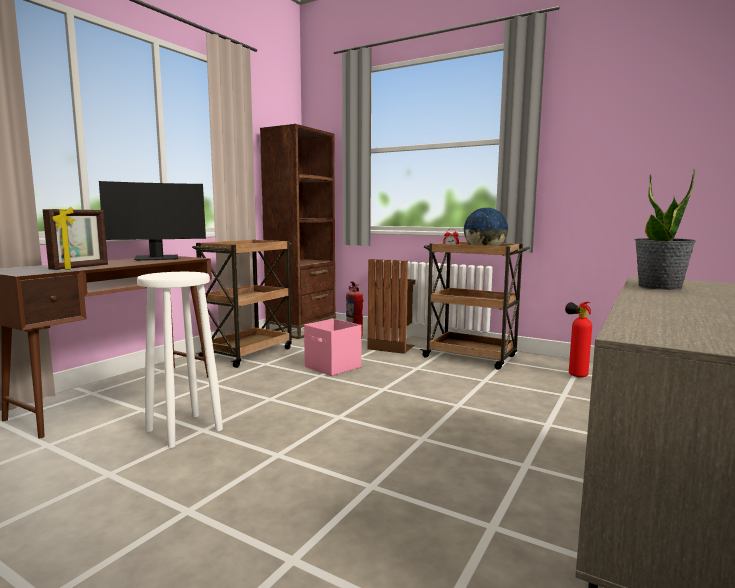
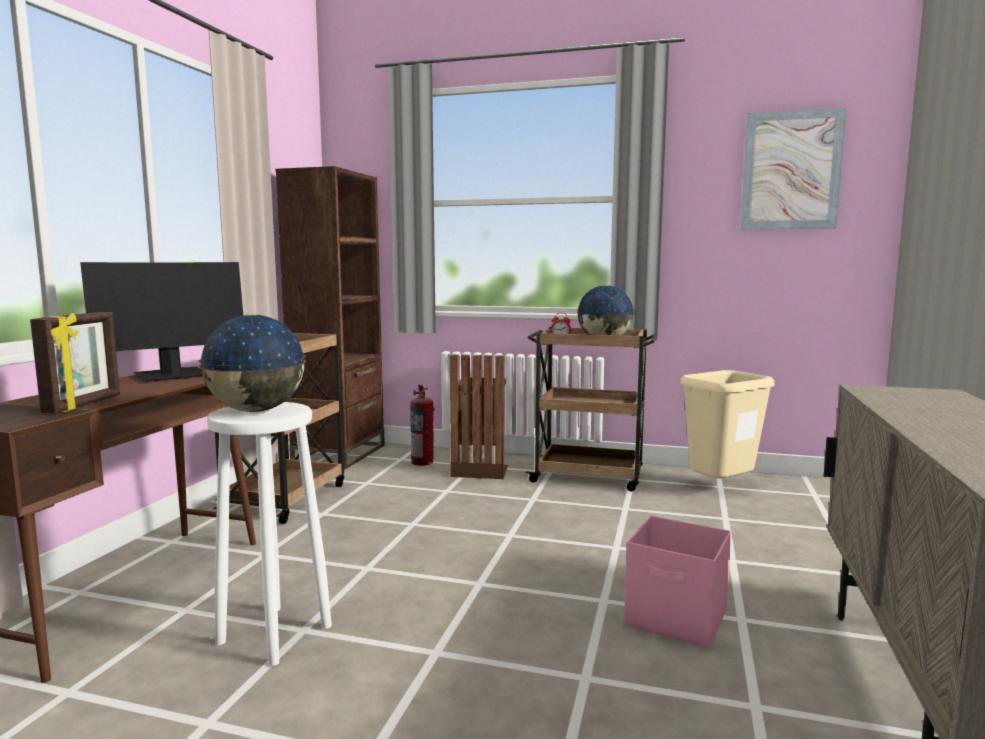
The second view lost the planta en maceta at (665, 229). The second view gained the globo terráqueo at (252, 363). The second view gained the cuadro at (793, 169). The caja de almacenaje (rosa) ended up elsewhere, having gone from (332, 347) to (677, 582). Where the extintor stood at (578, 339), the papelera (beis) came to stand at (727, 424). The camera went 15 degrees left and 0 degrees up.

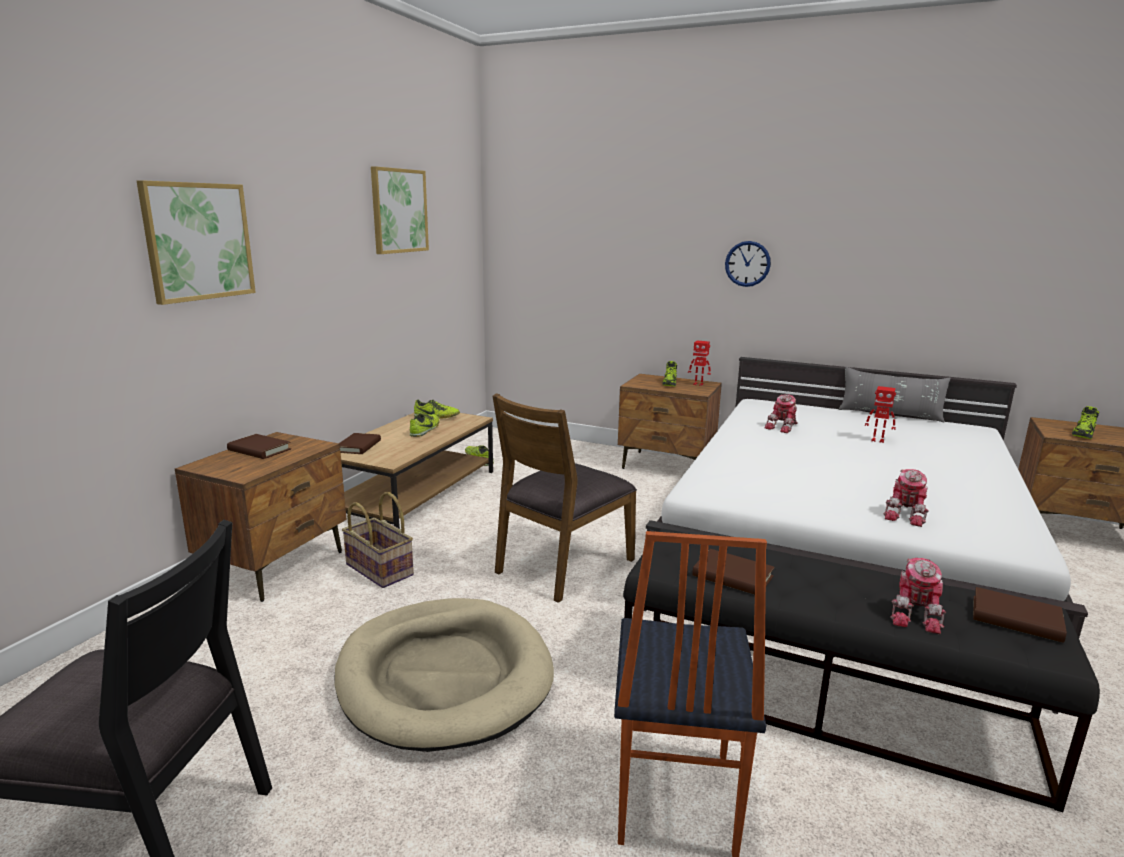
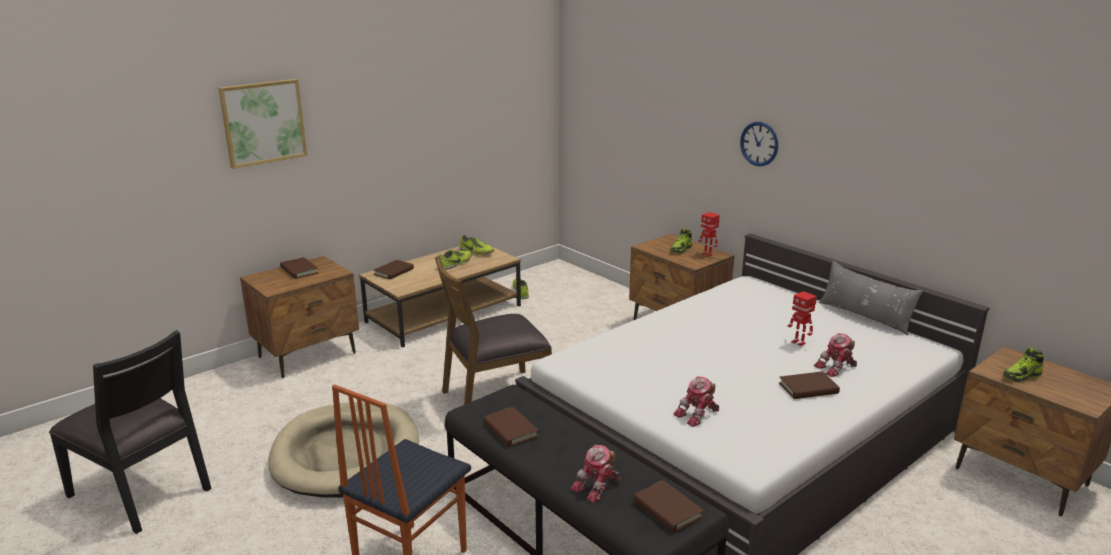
The second view lost the cesta at (378, 540). The second view lost the cuadro at (400, 210). The second view gained the libro (marrón) at (809, 385). The robot de juguete ended up elsewhere, having gone from (781, 413) to (835, 355). The camera went 25 degrees right and 5 degrees up.

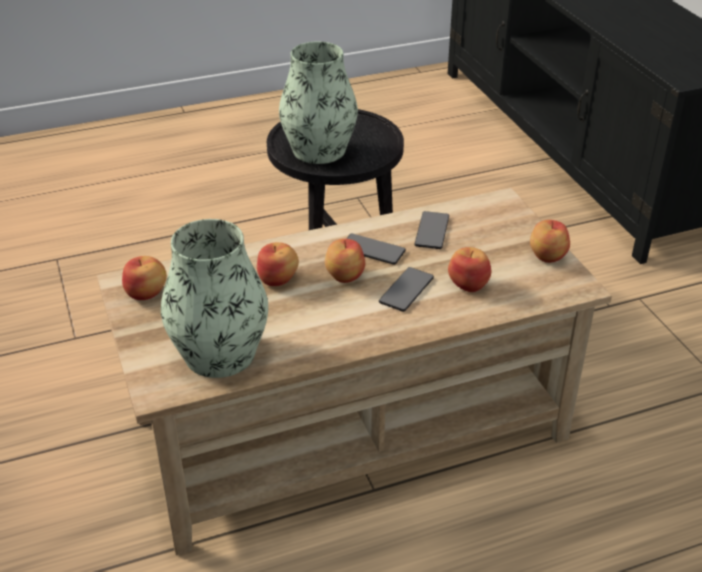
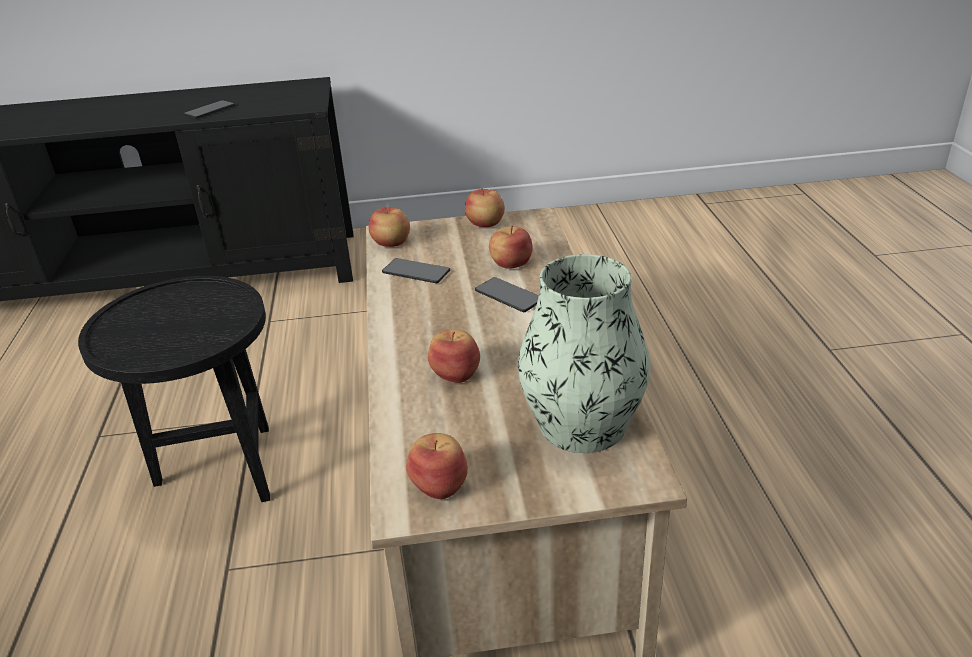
The second view lost the florero at (318, 103). The manzana ended up elsewhere, having gone from (345, 261) to (389, 227). The móvil ended up elsewhere, having gone from (376, 249) to (209, 109). The camera went 75 degrees left and 5 degrees down.

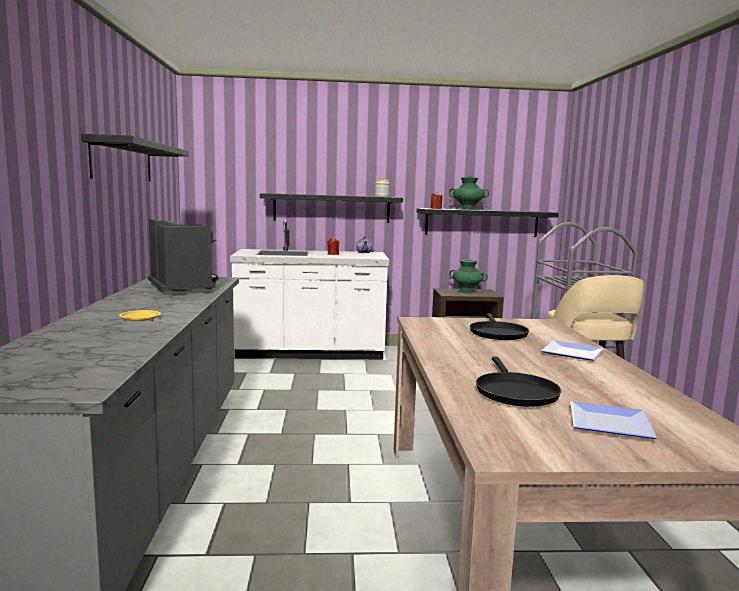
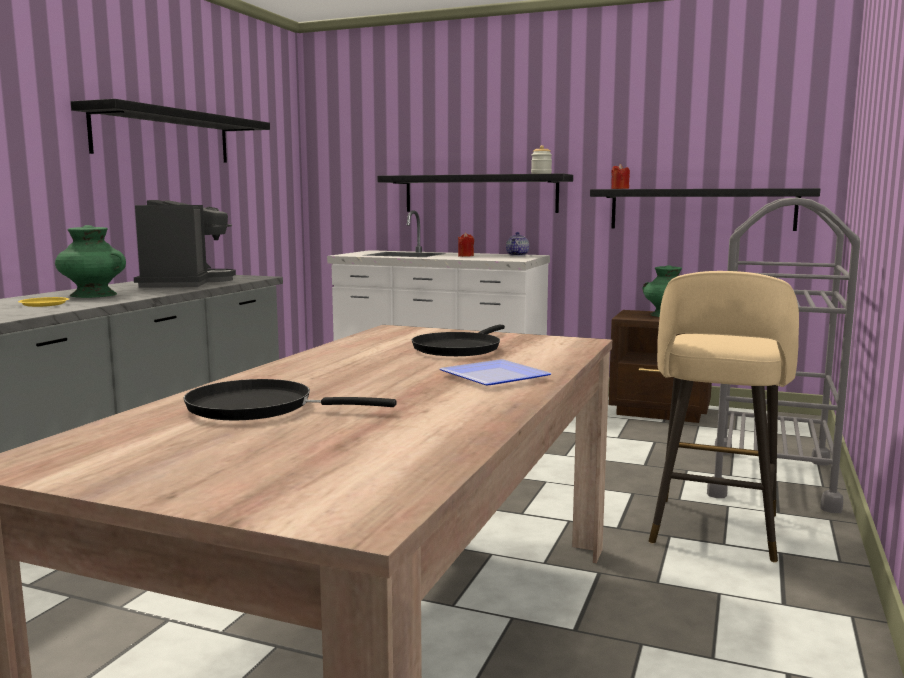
The second view lost the plato at (614, 420). The florero (verde) ended up elsewhere, having gone from (469, 193) to (90, 261). The sartén (negro) at (518, 382) ended up facing another way, 75 degrees clockwise from before. The camera went 25 degrees right and 0 degrees up.

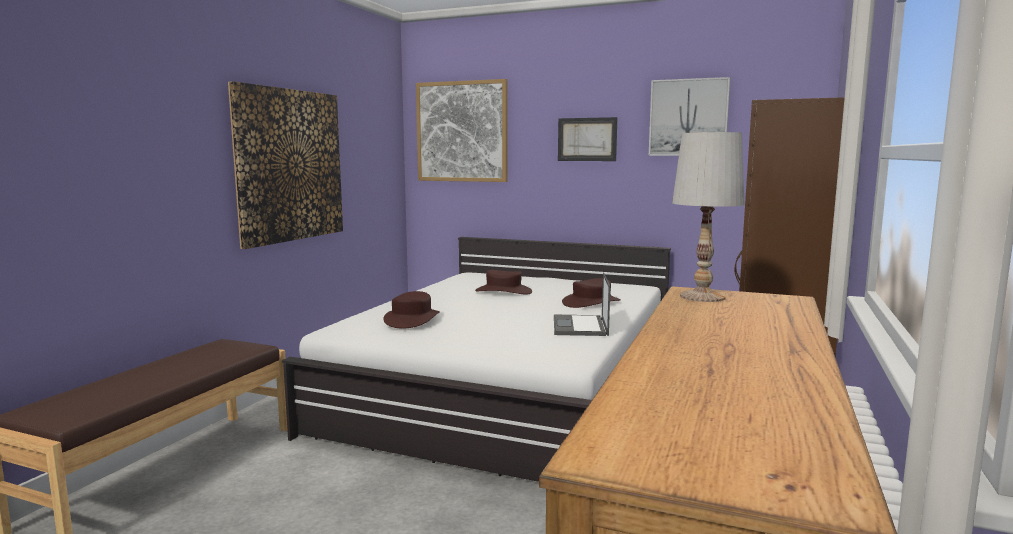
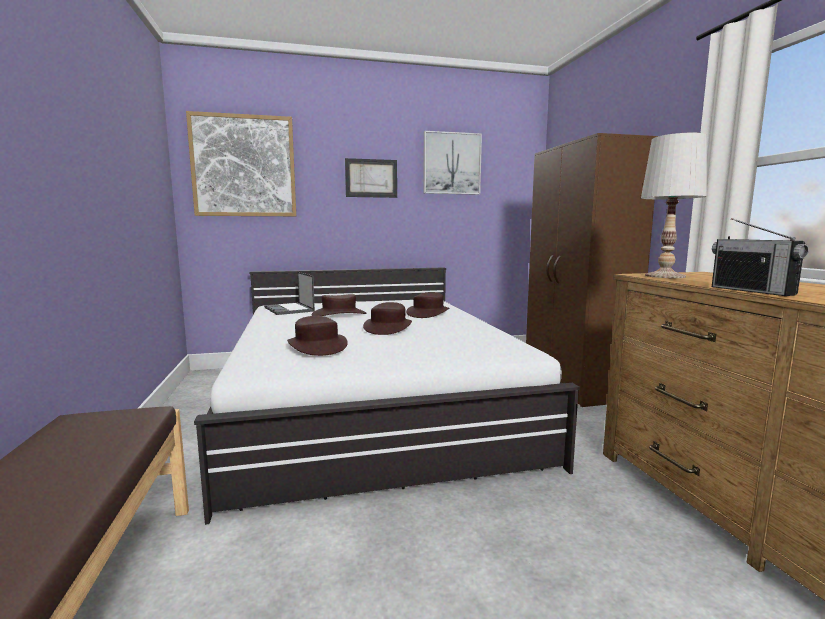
The second view lost the cuadro at (285, 165). The second view gained the sombrero (marrón) at (387, 318). The second view gained the radio at (760, 257). The portátil ended up elsewhere, having gone from (582, 304) to (289, 293). The camera went 35 degrees left and 0 degrees up.

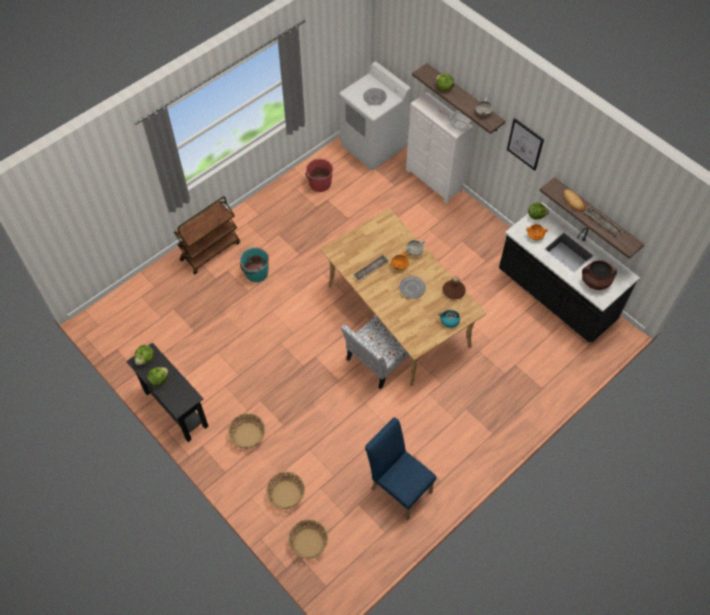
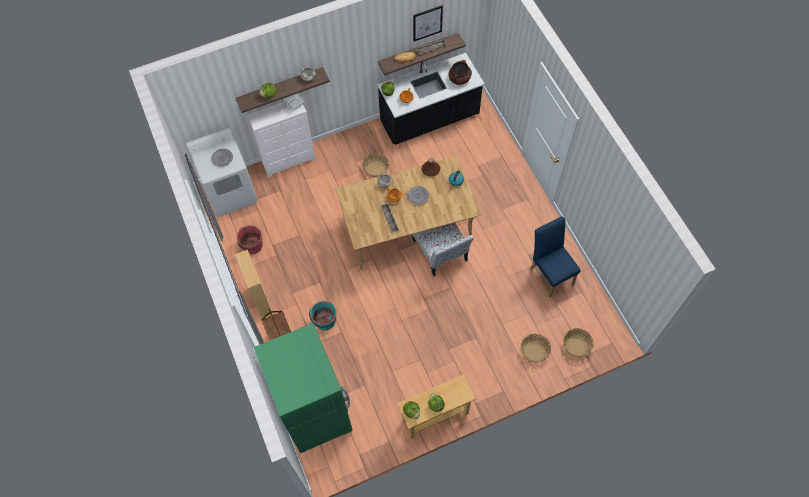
The second view gained the estantería (beis) at (254, 283). The second view gained the nevera (verde) at (303, 388). The cesta ended up elsewhere, having gone from (246, 431) to (375, 165). The cuadro ended up elsewhere, having gone from (525, 144) to (428, 23). What was the mesa consola (negro) at (167, 392) turned into the mesa consola (beis) at (436, 406). The silla (azul) at (400, 468) ended up facing another way, 90 degrees clockwise from before. The camera went 70 degrees left and 5 degrees up.

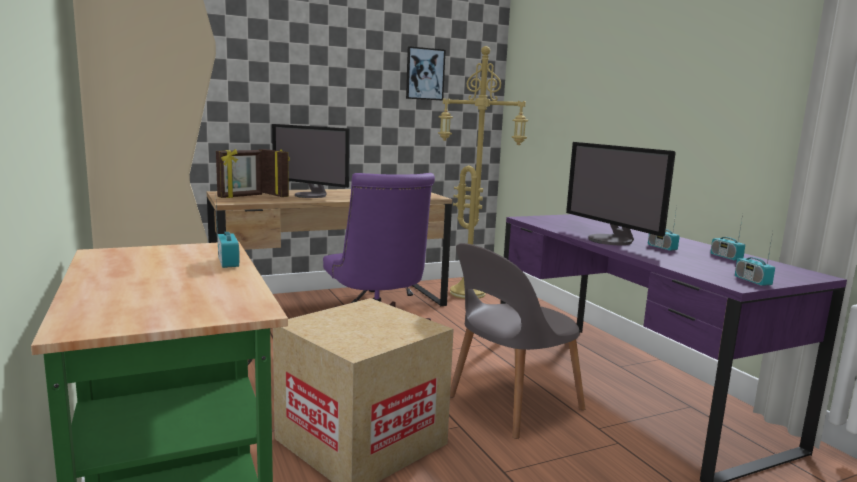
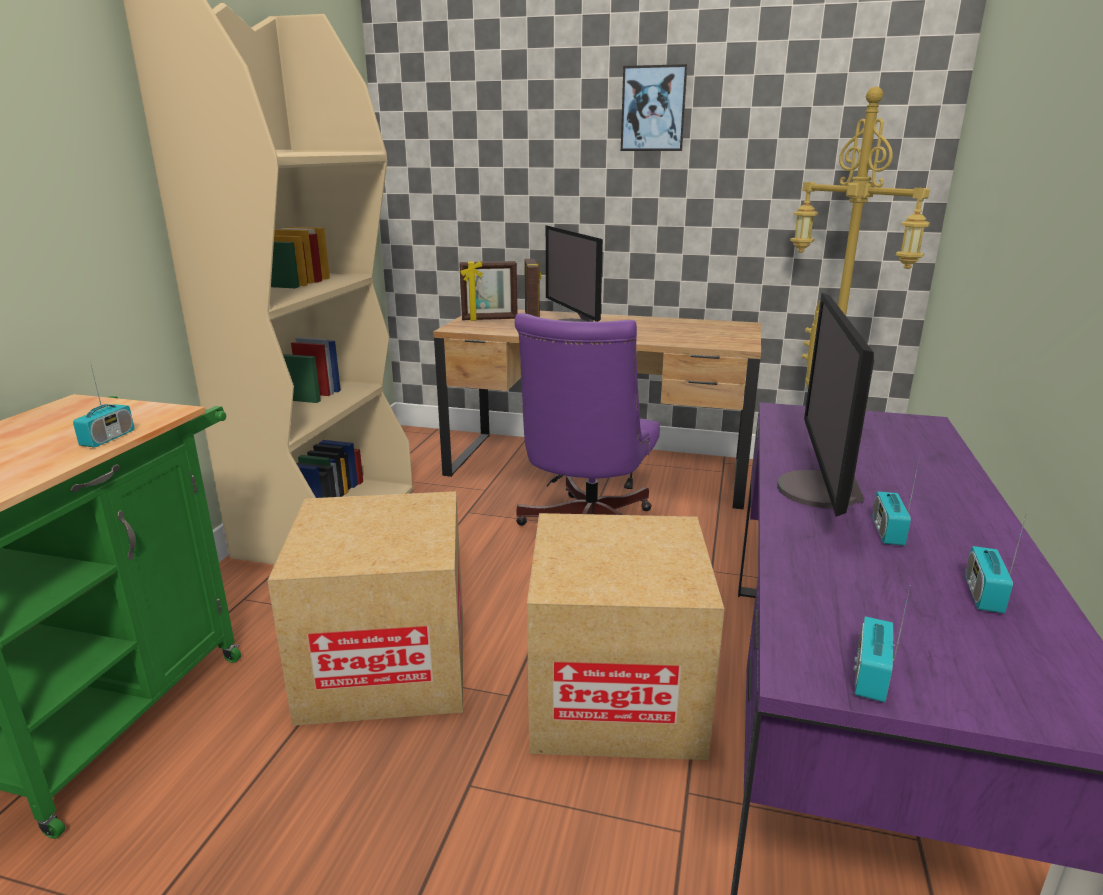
The cuadro ended up elsewhere, having gone from (426, 73) to (654, 107). Where the silla (gris) stood at (517, 341), the caja de cartón came to stand at (626, 636). The camera went 40 degrees right and 10 degrees up.

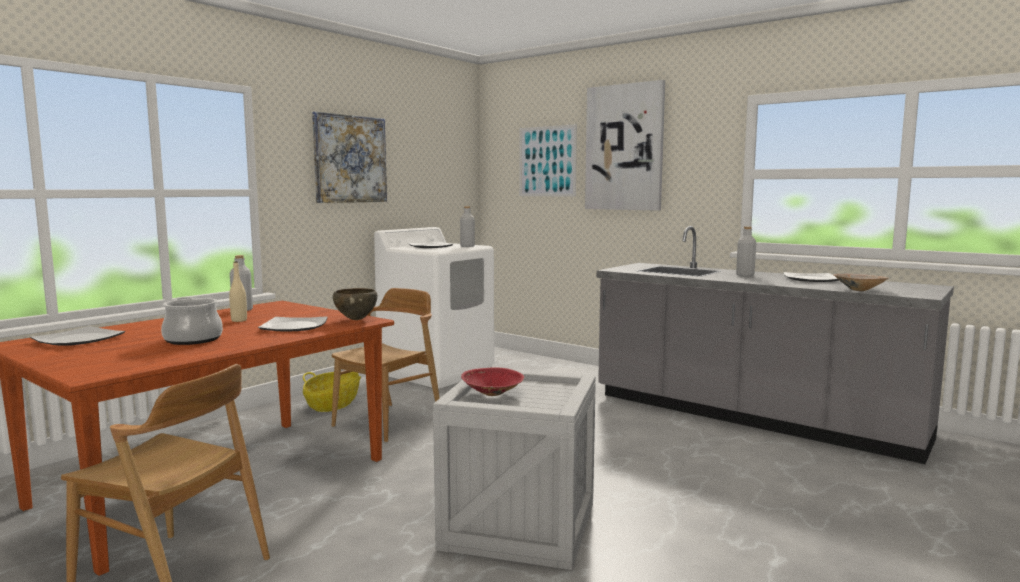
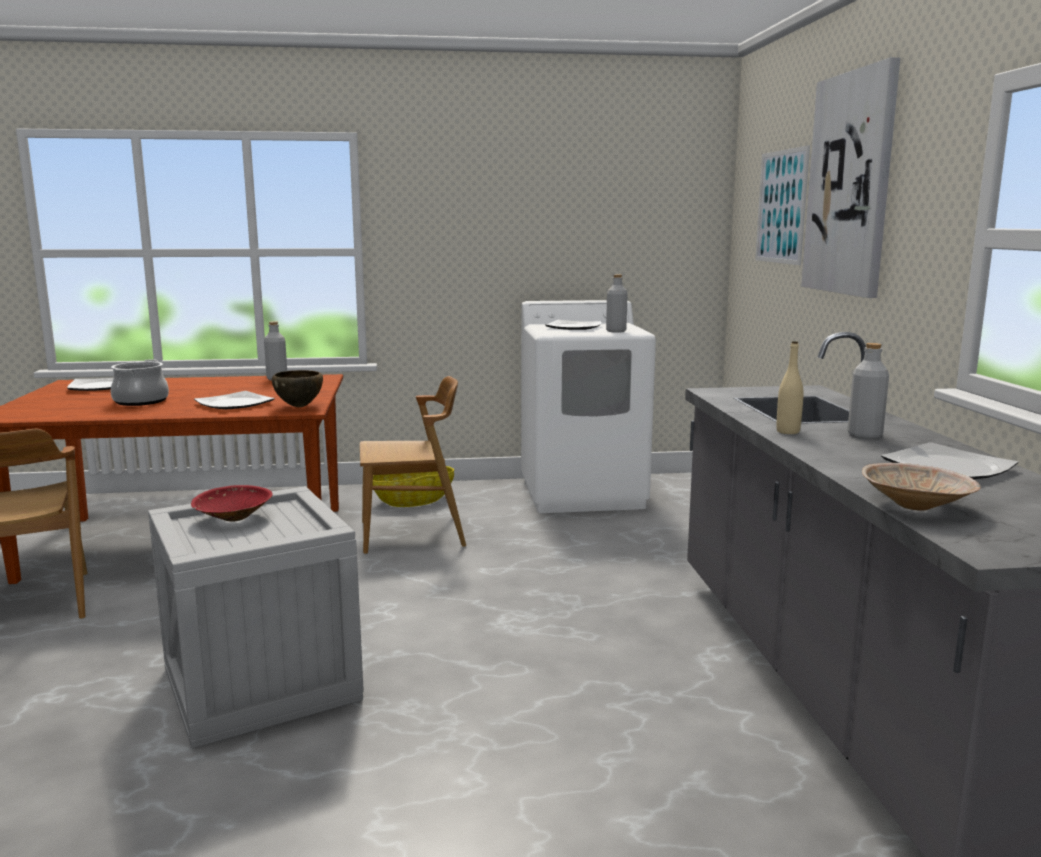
The second view lost the cuadro at (349, 157). The botella (beis) ended up elsewhere, having gone from (238, 291) to (790, 387). The camera went 45 degrees right and 5 degrees up.

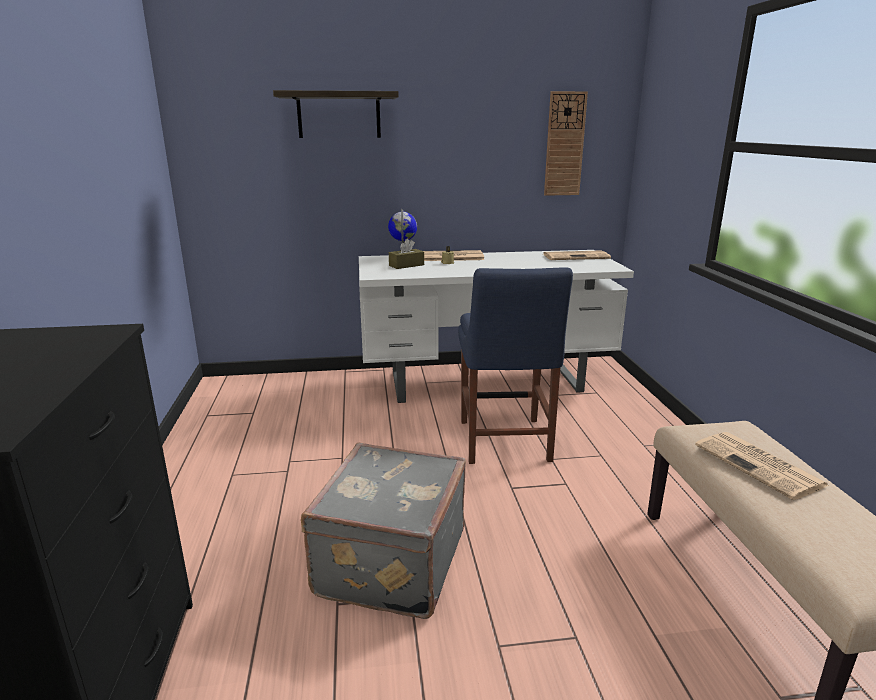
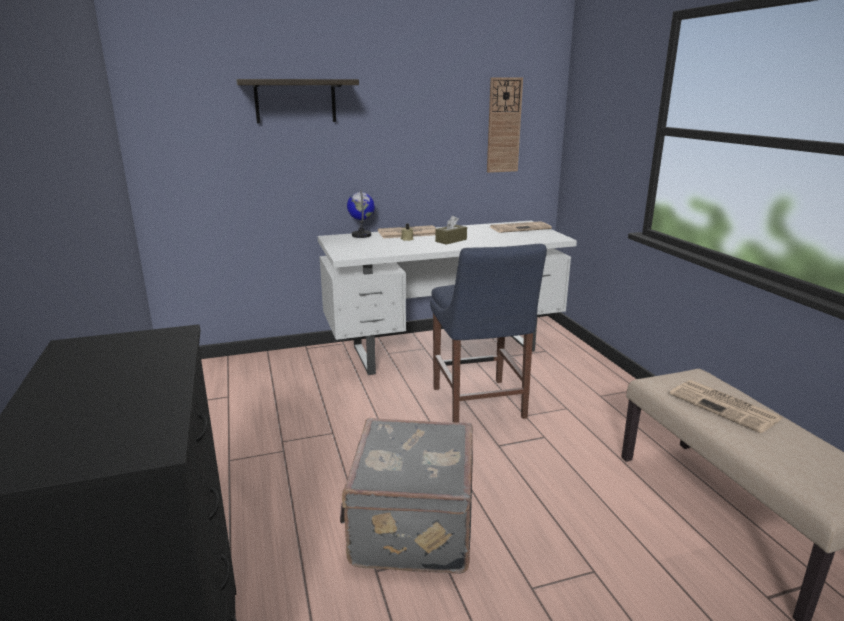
The caja de pañuelos (marrón) ended up elsewhere, having gone from (406, 254) to (451, 230). The camera went 10 degrees left and 0 degrees up.

